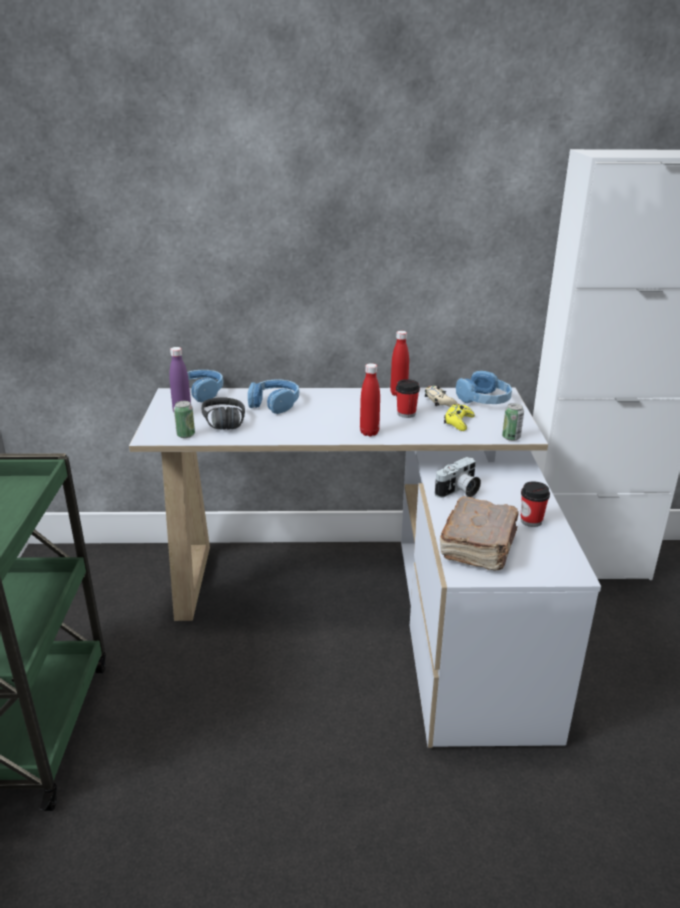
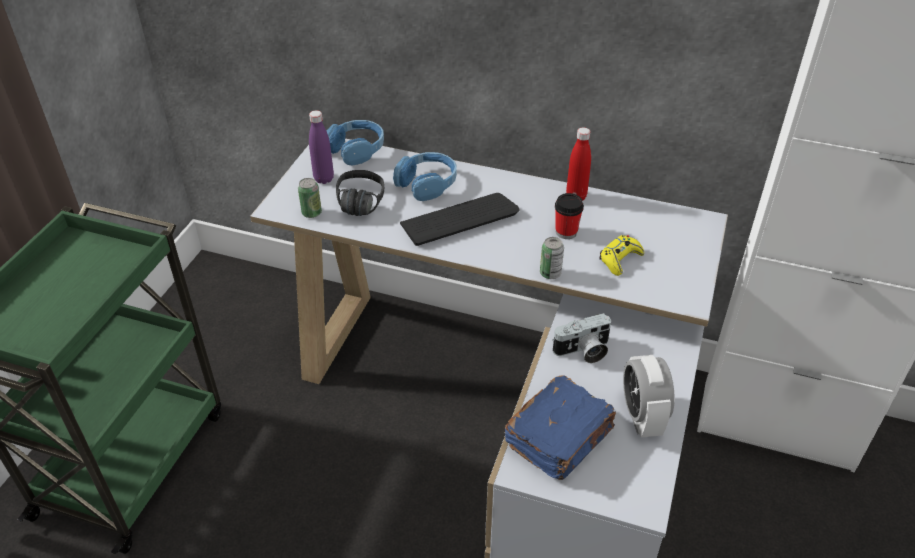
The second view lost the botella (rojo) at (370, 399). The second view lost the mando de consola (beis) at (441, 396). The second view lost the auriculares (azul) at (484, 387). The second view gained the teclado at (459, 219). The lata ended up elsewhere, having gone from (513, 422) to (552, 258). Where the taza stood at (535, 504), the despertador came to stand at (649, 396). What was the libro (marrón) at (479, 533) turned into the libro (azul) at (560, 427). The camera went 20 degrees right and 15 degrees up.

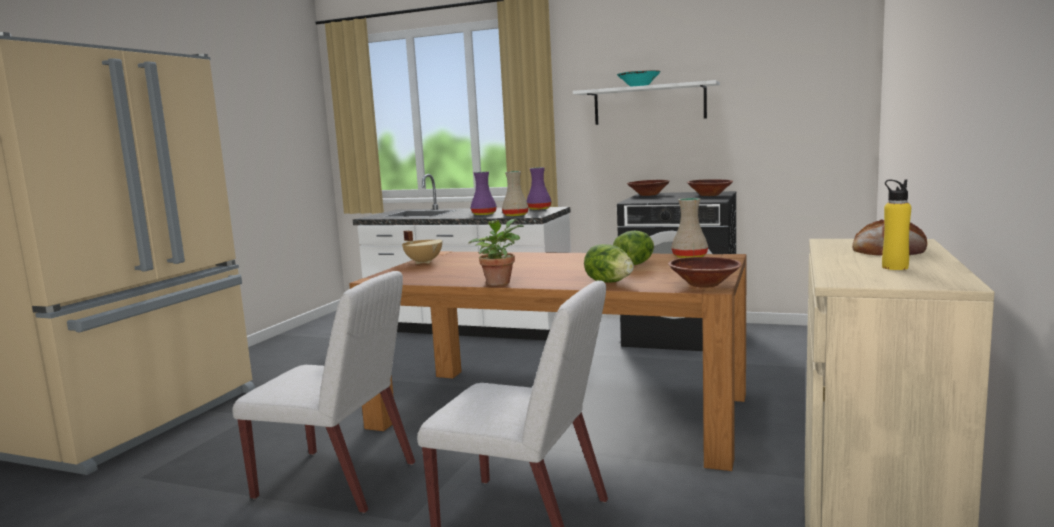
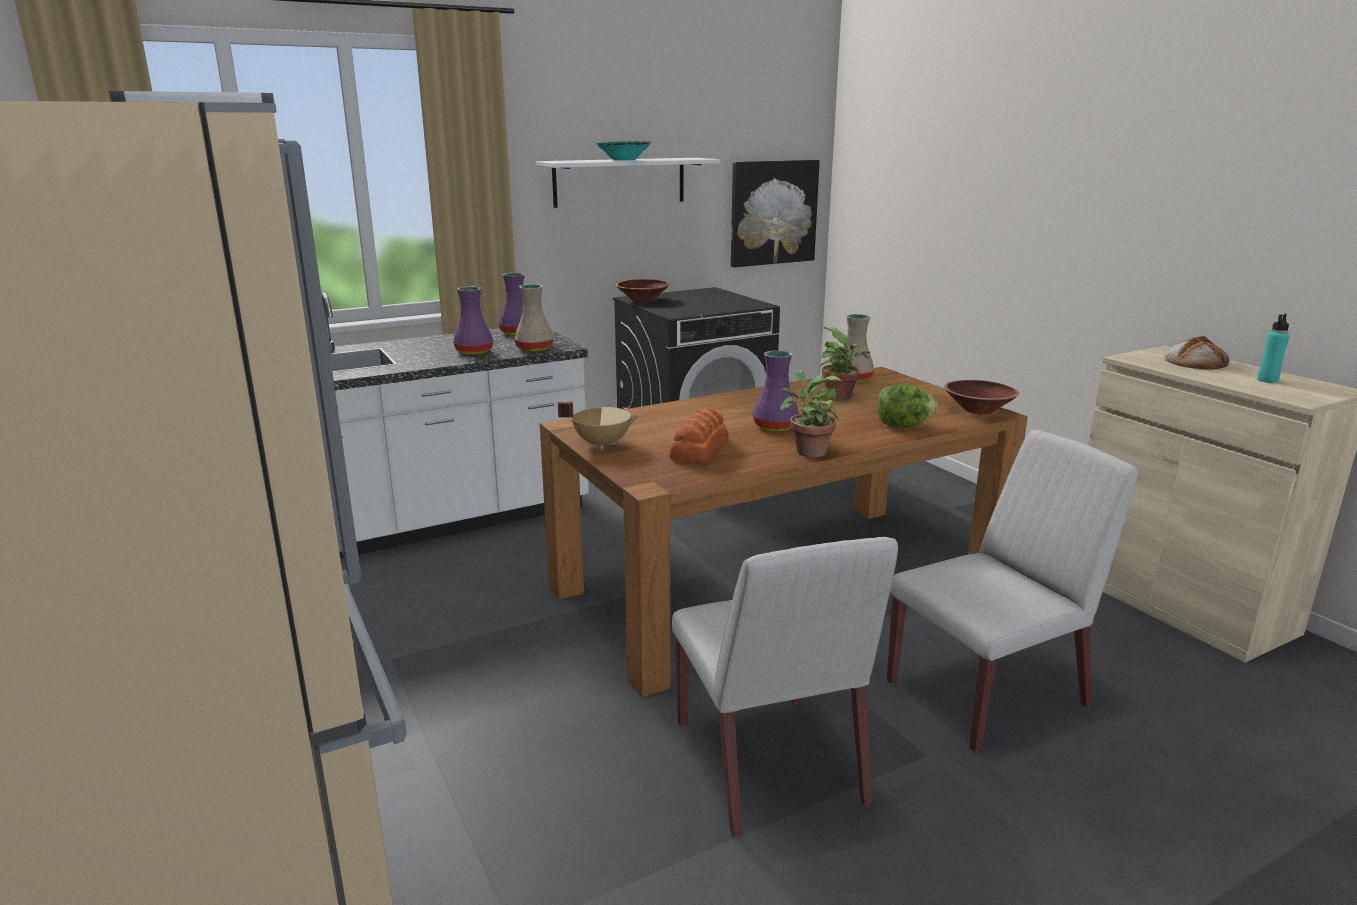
The second view lost the cuenco (marrón) at (710, 187). The second view gained the pan at (699, 436). The second view gained the cuadro at (775, 213). The second view gained the florero (morado) at (775, 390). Where the lechuga stood at (633, 248), the planta en maceta came to stand at (844, 363). What was the botella (amarillo) at (896, 224) turned into the botella (turquesa) at (1273, 348). The silla (blanco) at (324, 392) ended up facing another way, 105 degrees clockwise from before. The camera went 50 degrees left and 10 degrees up.

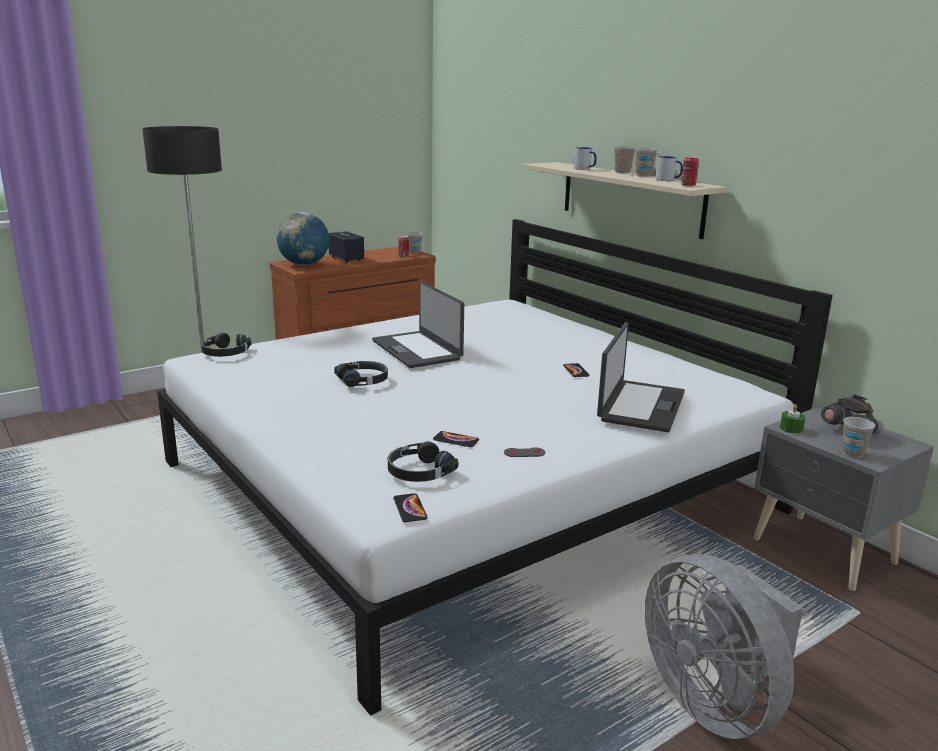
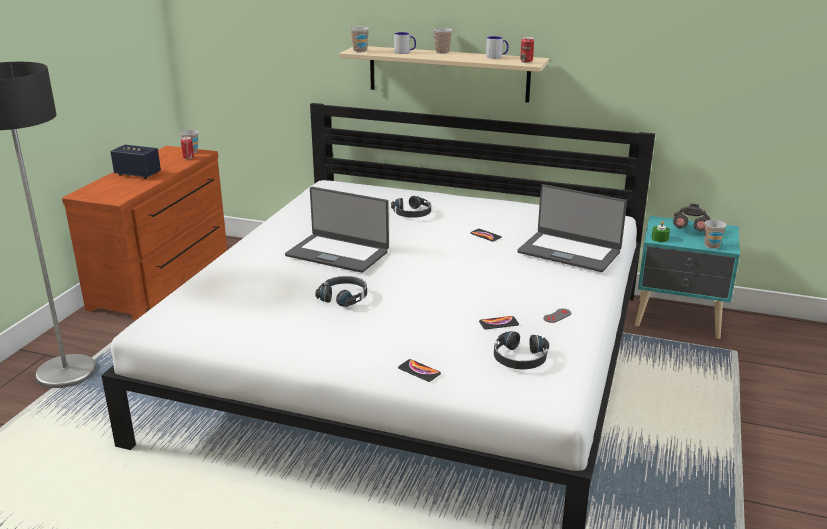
The second view lost the globo terráqueo at (303, 239). The second view lost the ventilador (gris) at (724, 646). The auriculares (negro) ended up elsewhere, having gone from (226, 345) to (411, 207). The móvil ended up elsewhere, having gone from (410, 507) to (419, 370). The taza ended up elsewhere, having gone from (646, 162) to (359, 39). What was the mesita de noche (gris) at (843, 498) turned into the mesita de noche (turquesa) at (687, 277). The portátil at (641, 377) ended up facing another way, 135 degrees clockwise from before. The camera went 35 degrees left and 5 degrees up.

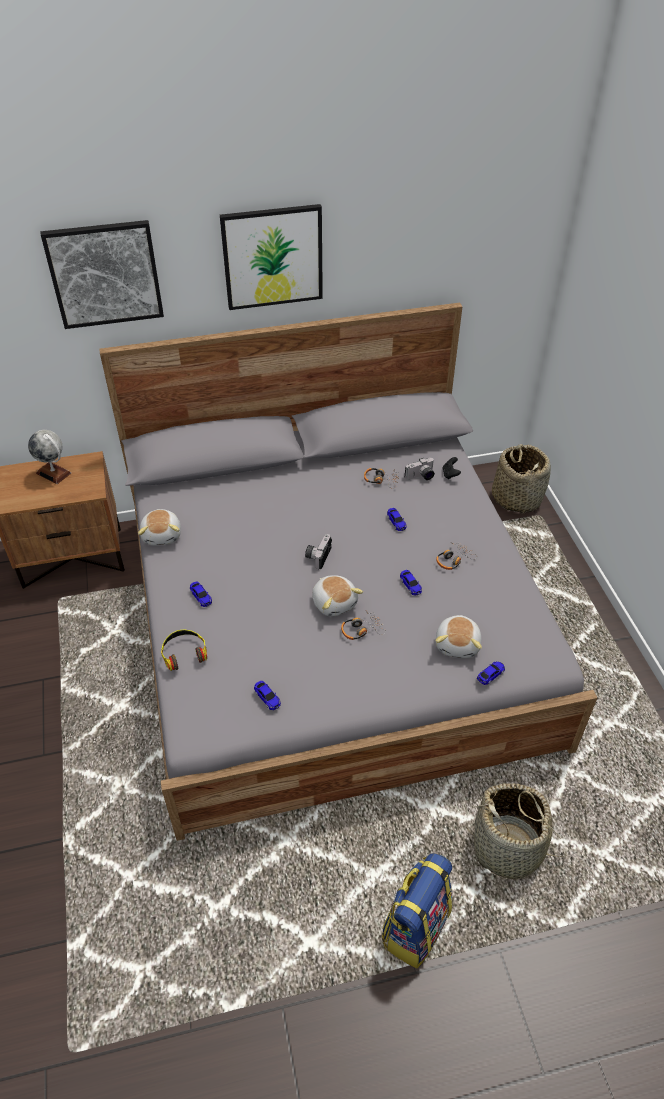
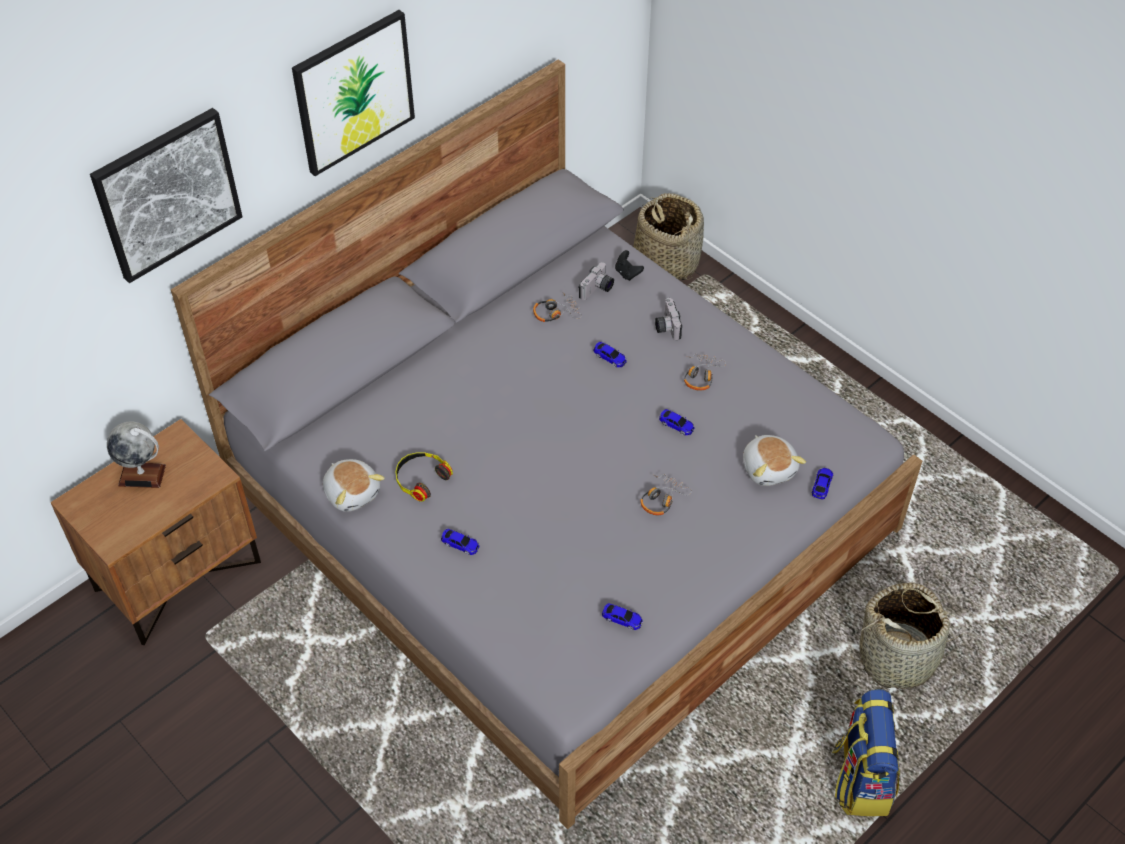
The second view lost the peluche at (337, 596). The auriculares ended up elsewhere, having gone from (184, 650) to (424, 477). The cámara ended up elsewhere, having gone from (318, 551) to (668, 319). The camera went 30 degrees left and 5 degrees up.

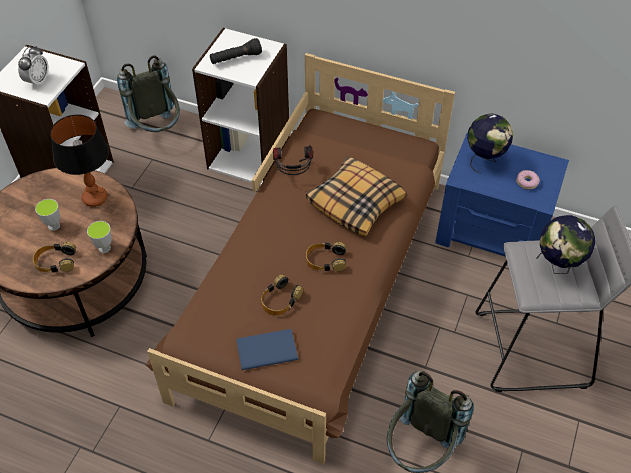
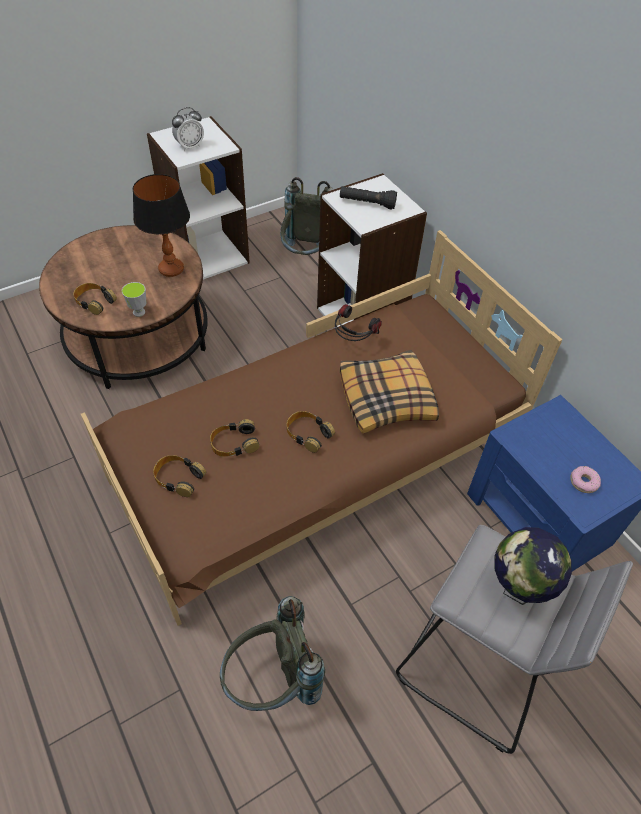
The second view lost the taza at (47, 215). The second view lost the globo terráqueo at (490, 143). Where the libro (azul) stood at (267, 349), the auriculares came to stand at (179, 476). The camera went 35 degrees right and 0 degrees up.

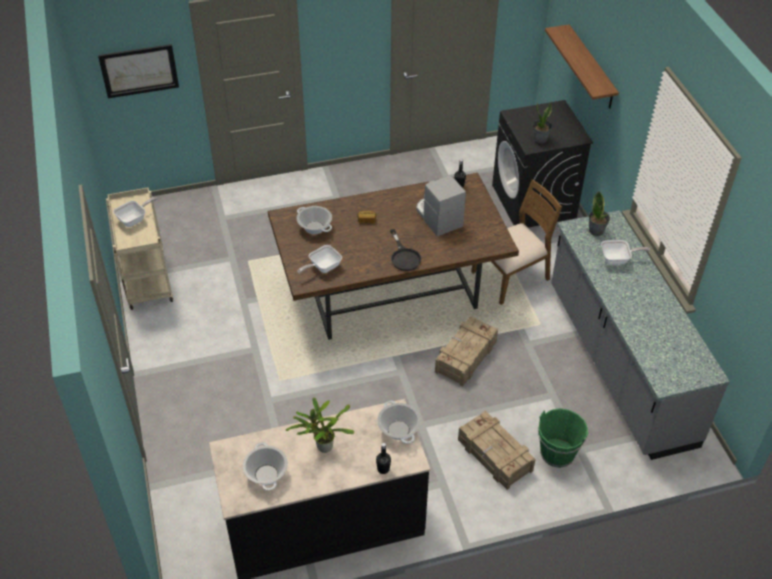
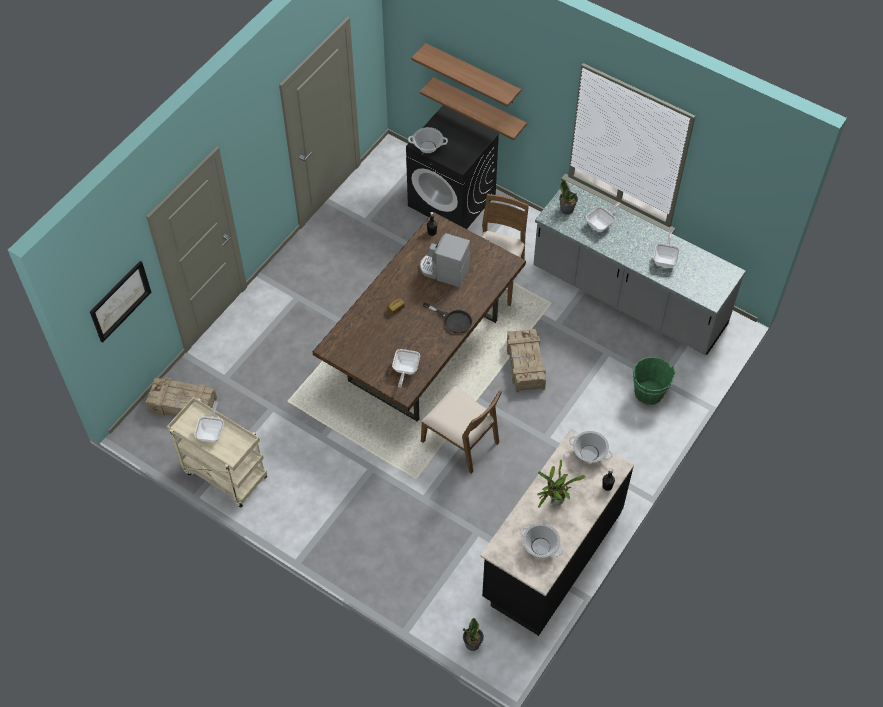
The second view gained the estante at (473, 108). The second view gained the silla (marrón) at (461, 430). The second view gained the sartén at (667, 249). The olla ended up elsewhere, having gone from (314, 220) to (428, 140). The caja de embalaje ended up elsewhere, having gone from (497, 450) to (181, 397). The planta en maceta ended up elsewhere, having gone from (542, 123) to (473, 634). The camera went 40 degrees left and 10 degrees up.

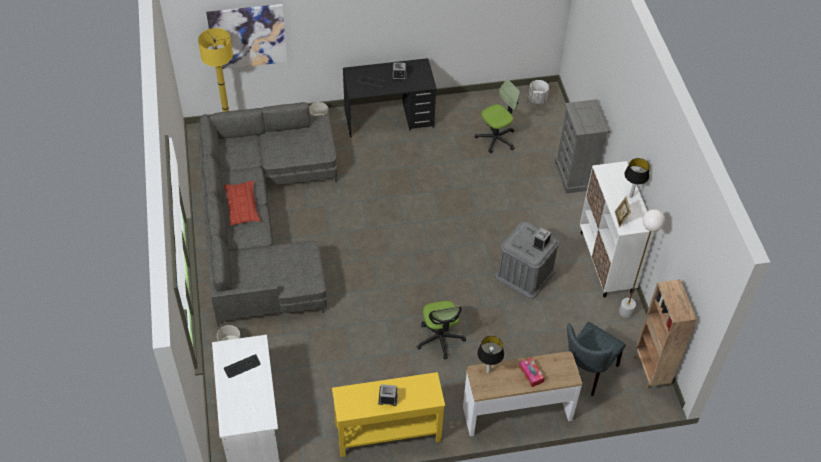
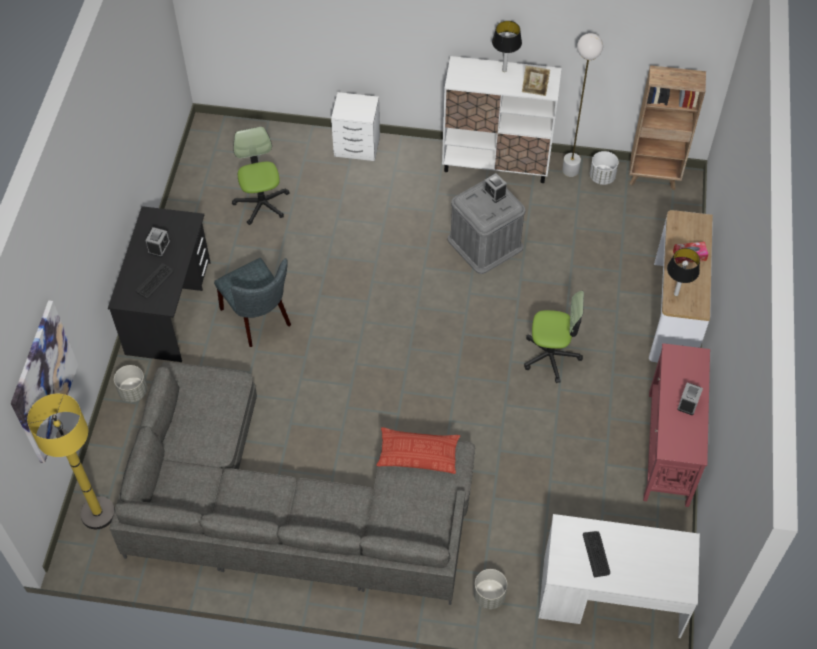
The cojín ended up elsewhere, having gone from (242, 203) to (418, 450). The maceta (blanco) ended up elsewhere, having gone from (538, 92) to (604, 168). The silla (gris) ended up elsewhere, having gone from (596, 359) to (252, 302). Where the cómoda (gris) stood at (582, 146), the mesita de noche (blanco) came to stand at (355, 126). What was the mesa consola (amarillo) at (388, 414) turned into the mesa consola (rojo) at (676, 425). The camera went 70 degrees left and 5 degrees up.

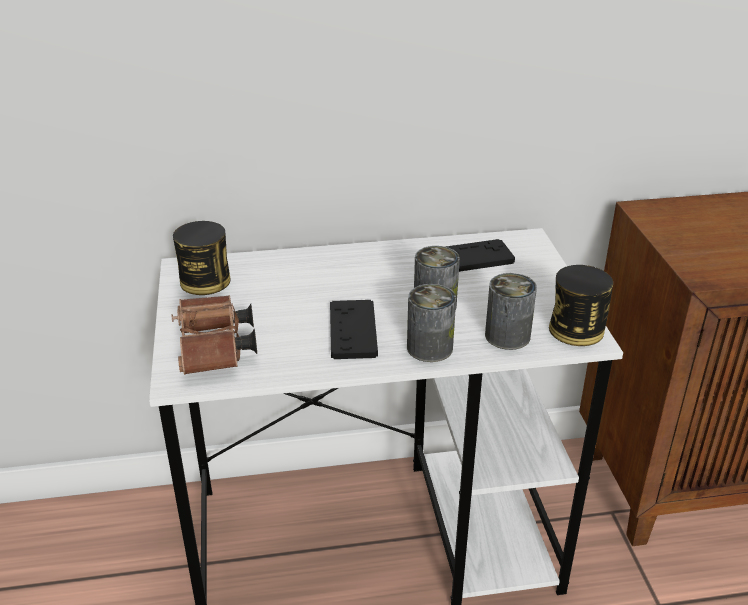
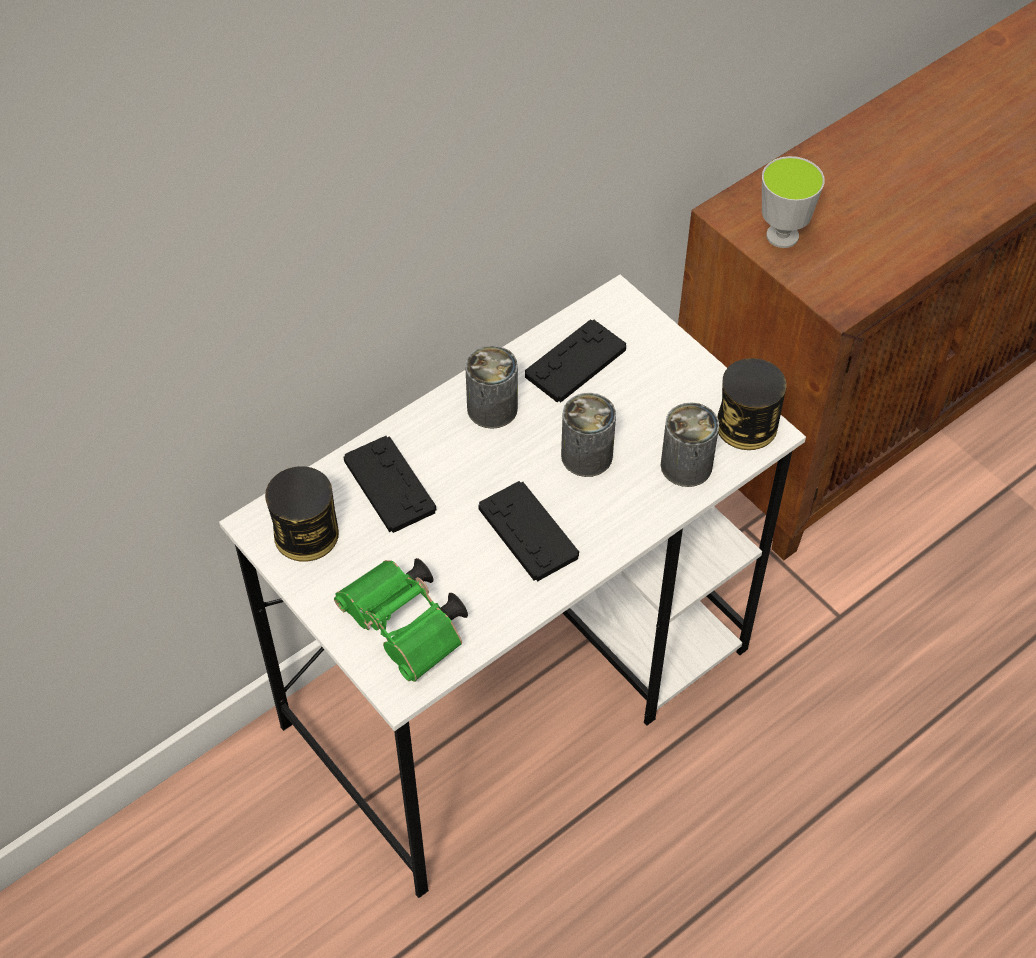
The second view gained the mando de consola (negro) at (389, 484). The second view gained the taza at (793, 202). The lata ended up elsewhere, having gone from (431, 323) to (491, 387). What was the prismáticos (marrón) at (214, 335) turned into the prismáticos (verde) at (401, 620). The camera went 30 degrees left and 20 degrees up.

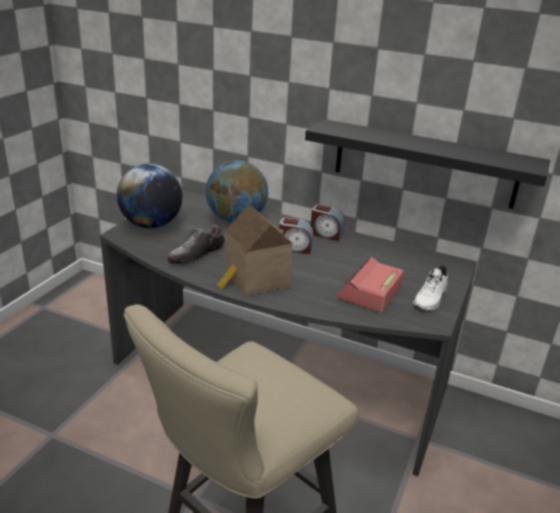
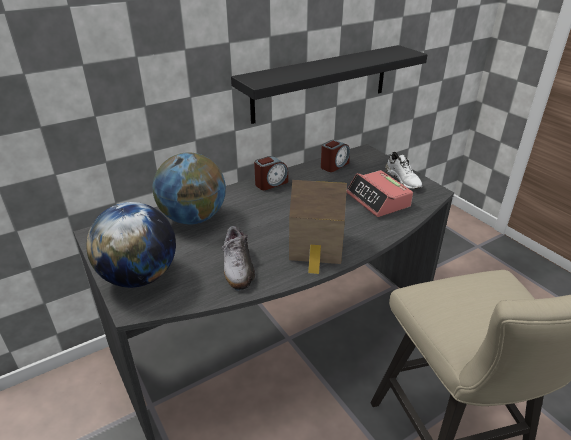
The despertador ended up elsewhere, having gone from (296, 235) to (335, 156). The camera went 55 degrees left and 5 degrees up.

